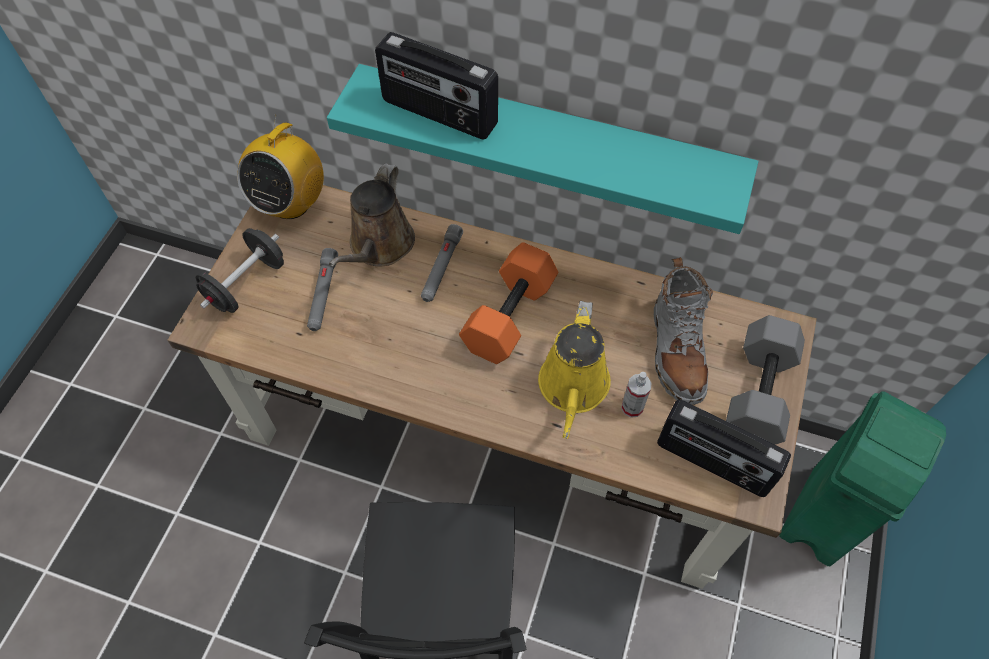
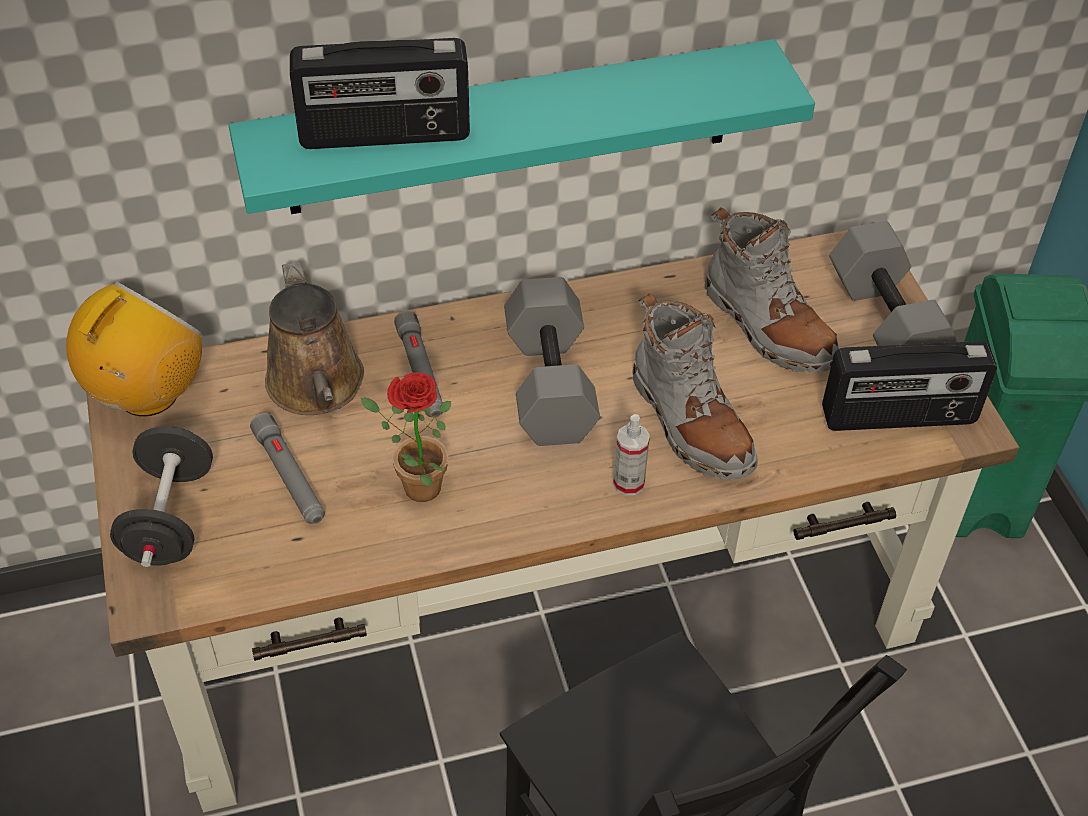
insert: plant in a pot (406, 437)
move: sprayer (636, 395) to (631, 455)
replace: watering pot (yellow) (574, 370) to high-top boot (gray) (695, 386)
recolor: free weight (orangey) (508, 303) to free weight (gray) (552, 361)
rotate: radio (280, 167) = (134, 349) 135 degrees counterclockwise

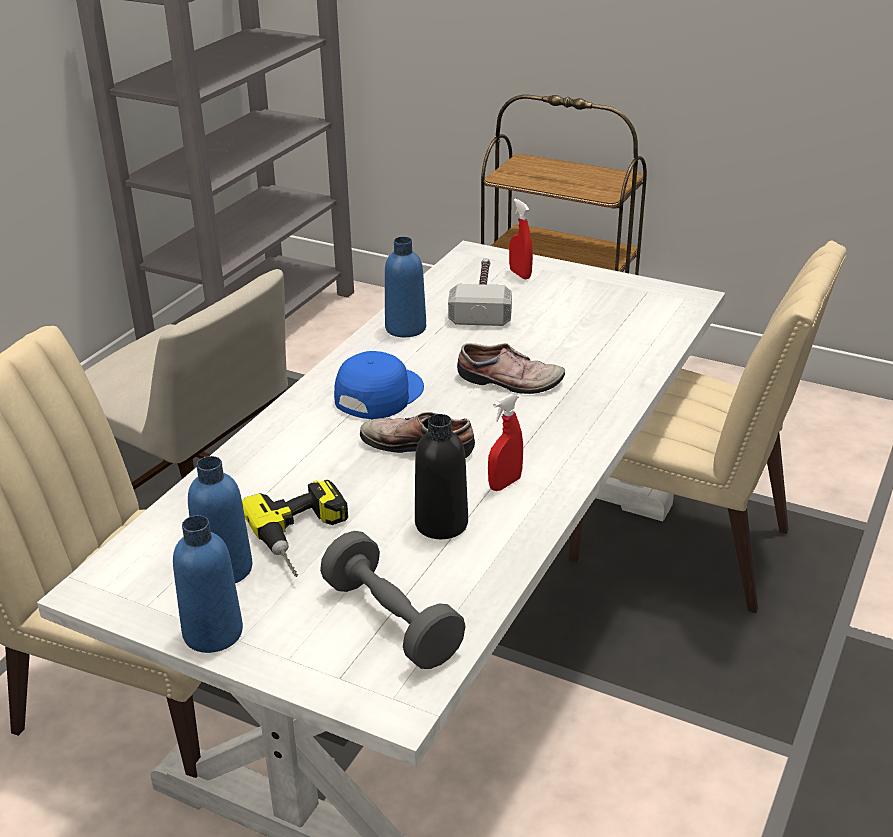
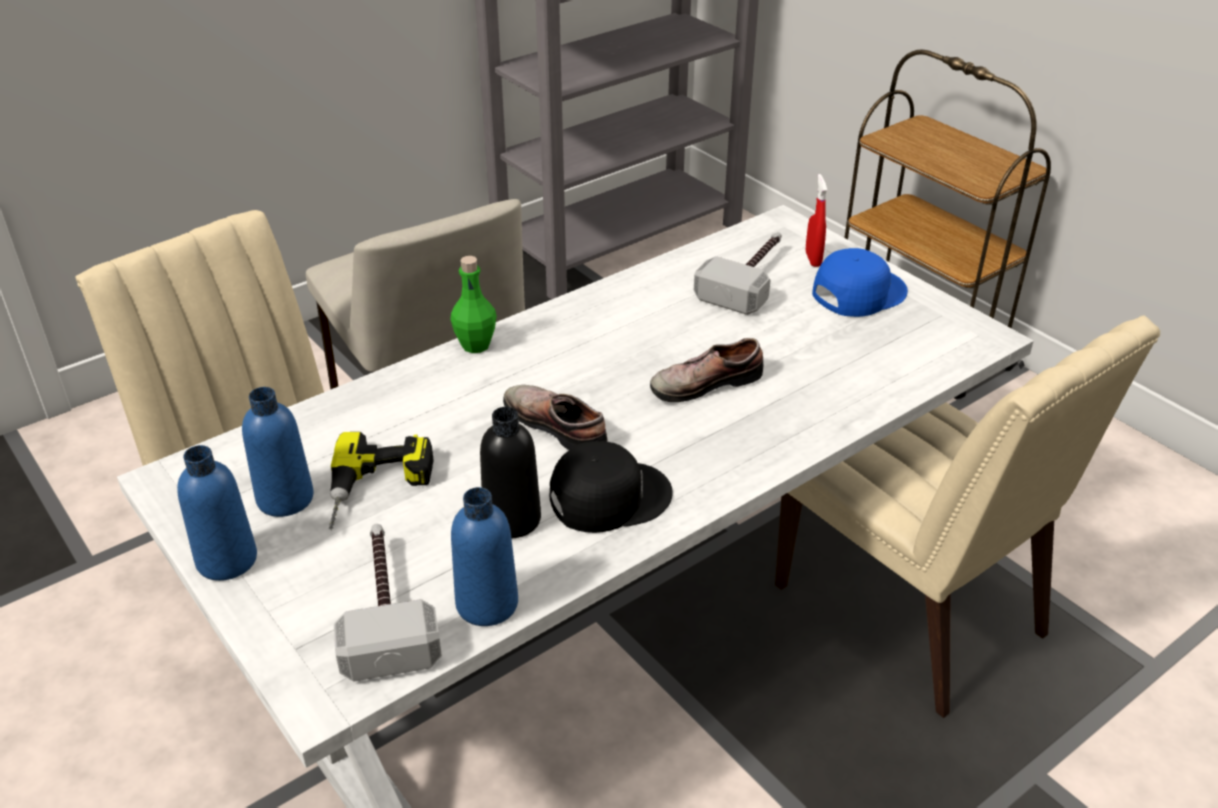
insert: bottle (green) (473, 304)
move: peaked cap (blue) (379, 385) to (860, 282); bottle (blue) (405, 287) to (484, 556)
replace: free weight (gray) (393, 600) to hand hammer (388, 603); sprayer (red) (505, 442) to peaked cap (black) (611, 487)
rotate: shoe (511, 368) = (707, 370) 120 degrees clockwise

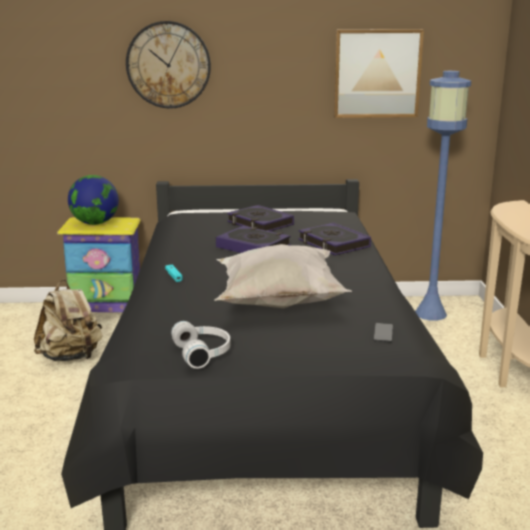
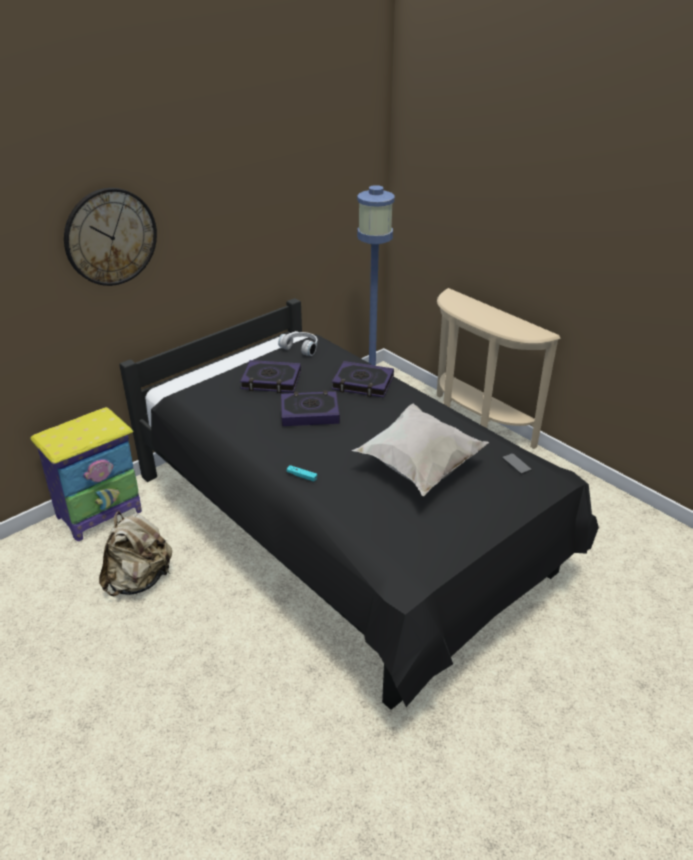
delete: desk globe (93, 200); wall art (379, 73)
move: headphones (white) (200, 345) to (298, 344)

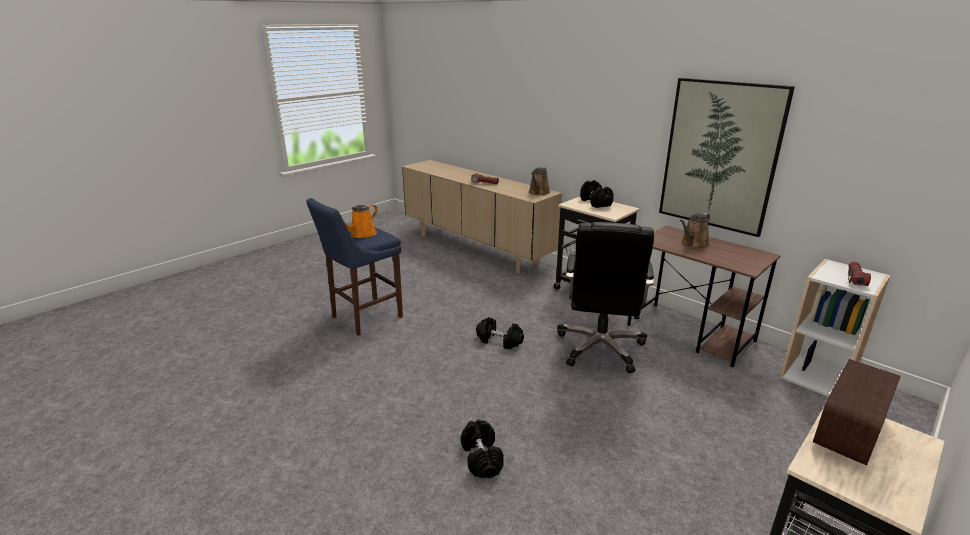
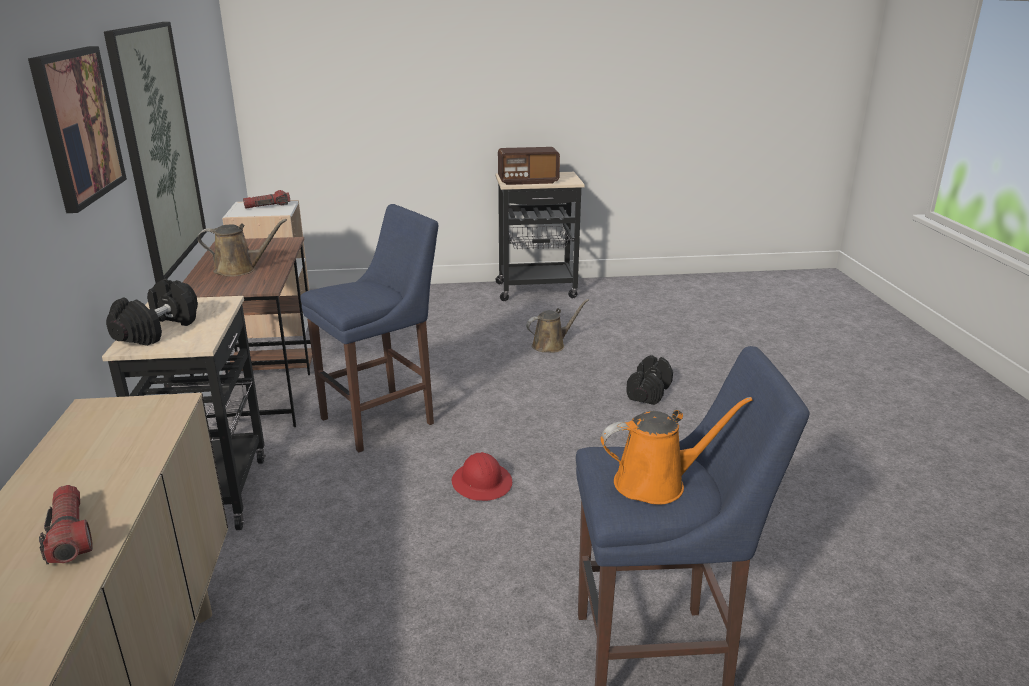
insert: wall art (77, 129)
move: watering pot (brown) (539, 181) to (557, 326)
replace: free weight (black) (500, 333) to work helmet (red) (482, 476); computer chair (black) (605, 297) to sitting stool (blue) (369, 328)

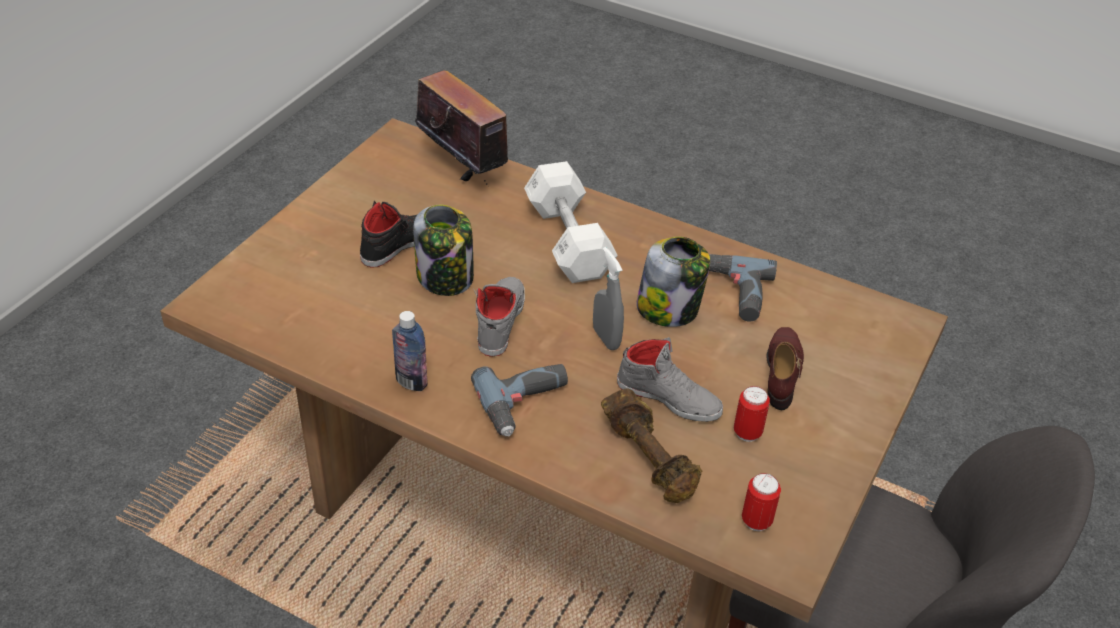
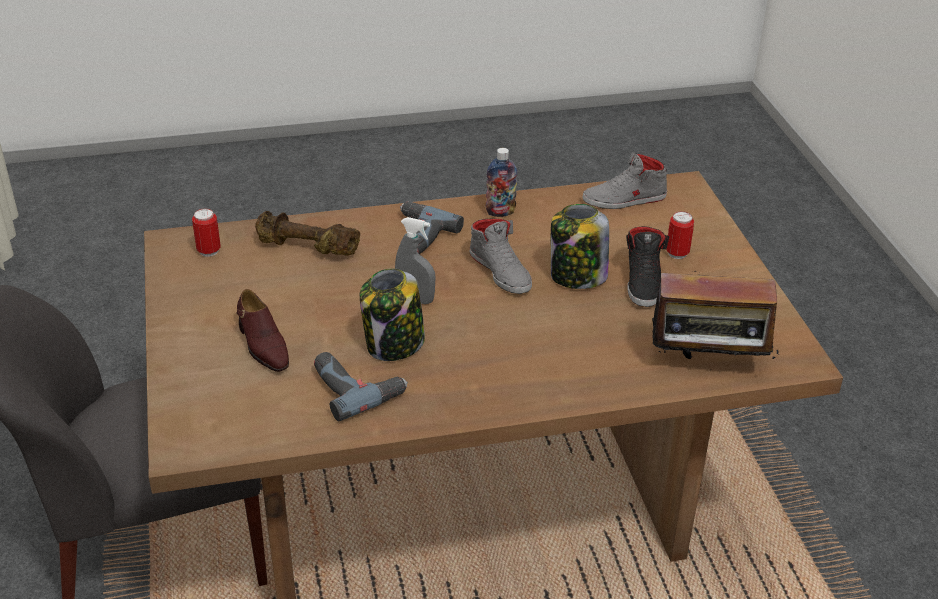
delete: free weight (white) (571, 222)
move: shoe (gray) (670, 379) to (624, 180); can (752, 414) to (680, 235)

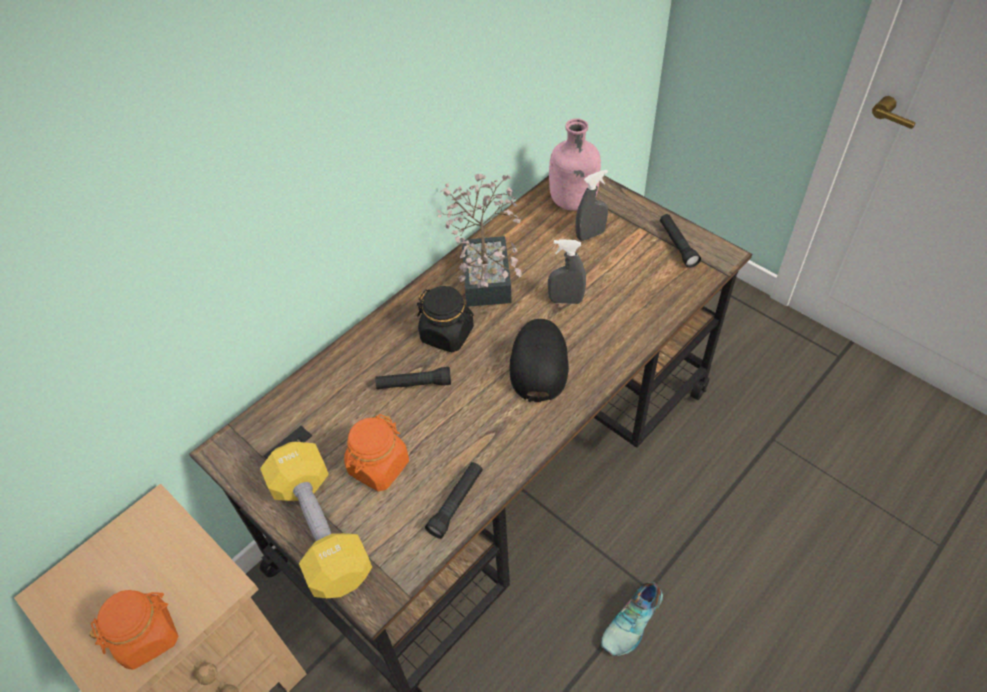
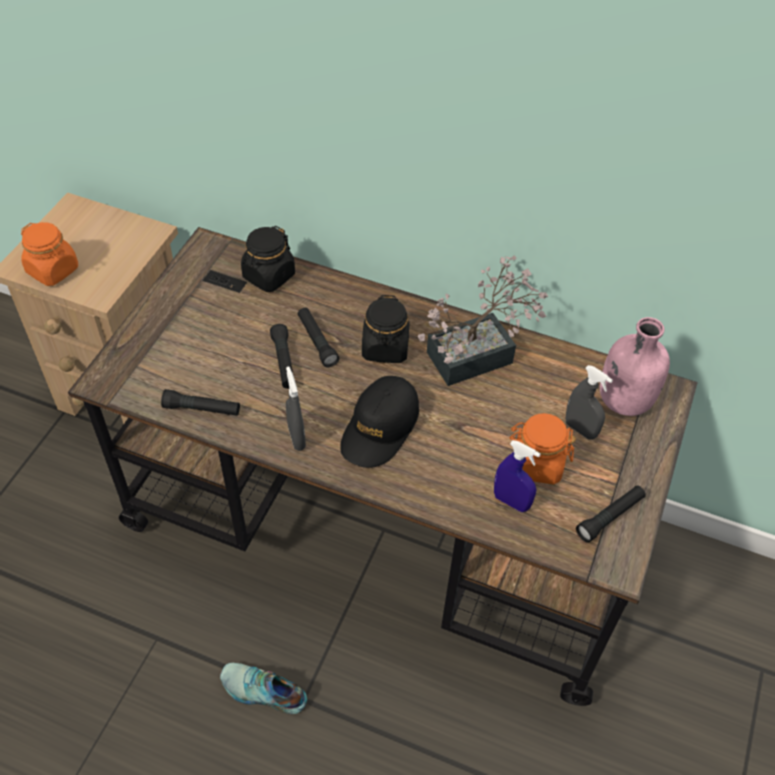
delete: free weight (yellow) (316, 520)
insert: jar (black) (268, 259); hand torch (black) (281, 356); sprayer (blue) (517, 476)
move: jar (orangey) (376, 452) to (542, 449); sprayer (gray) (567, 271) to (296, 409)
rotate: peaked cap (black) (539, 360) = (379, 422) 135 degrees clockwise

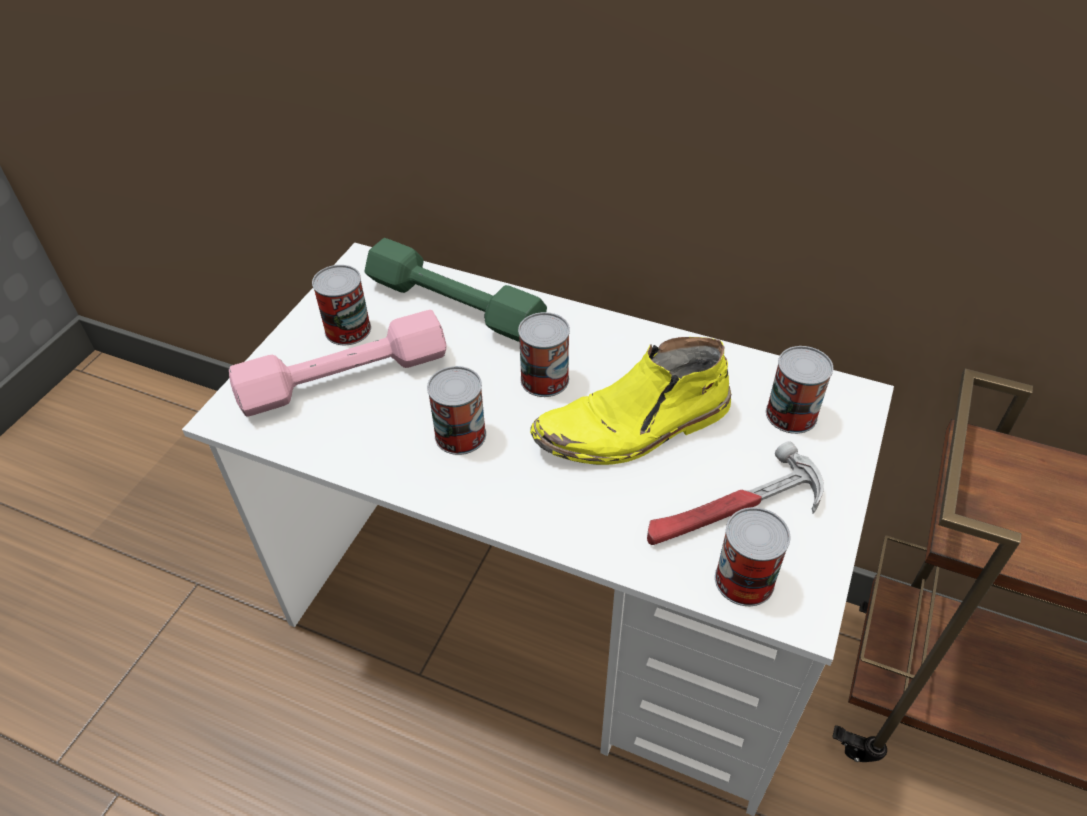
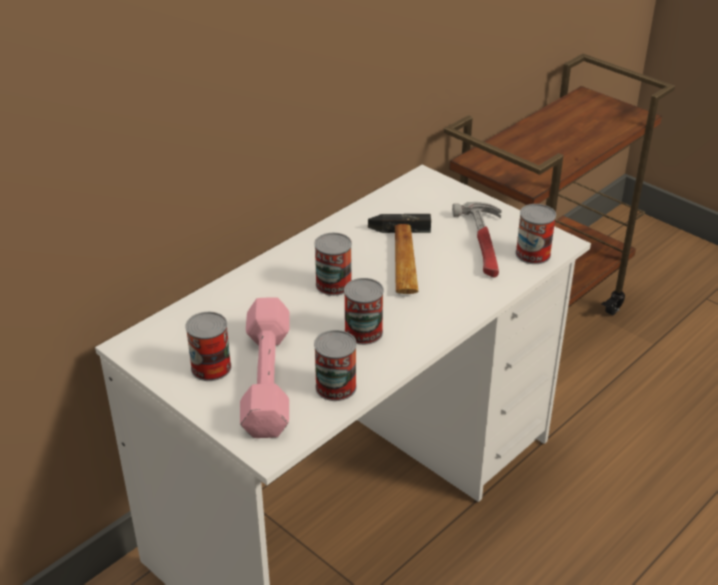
delete: free weight (green) (456, 290)
move: can (799, 390) to (335, 365)
replace: high-top boot (yellow) (630, 401) to hand hammer (399, 254)

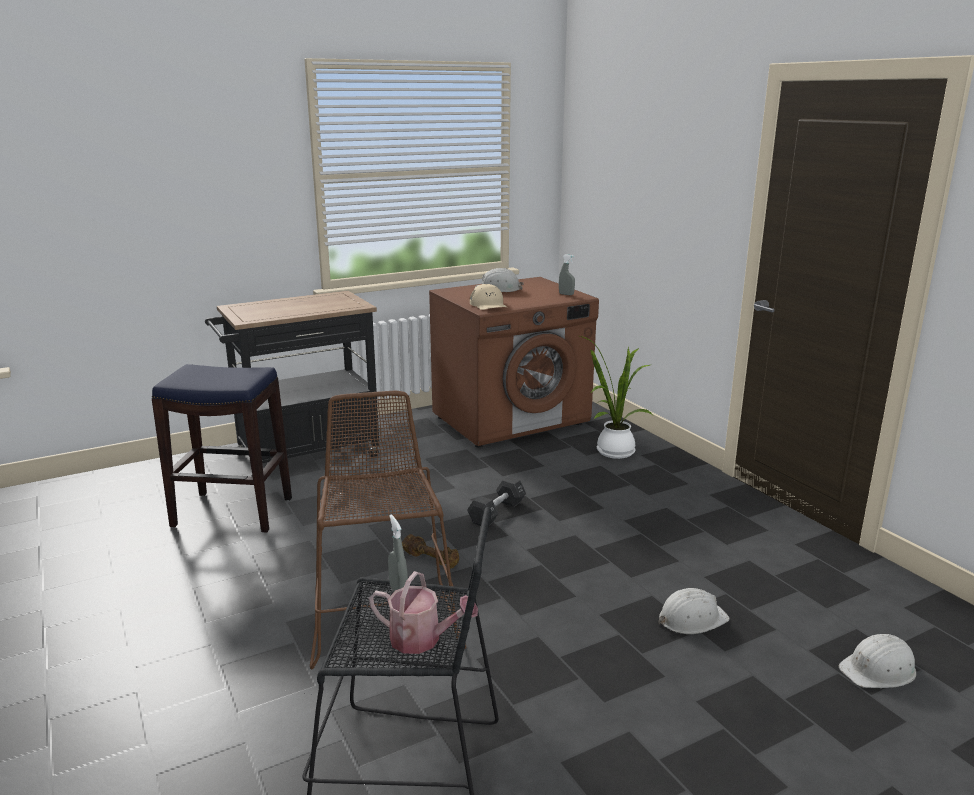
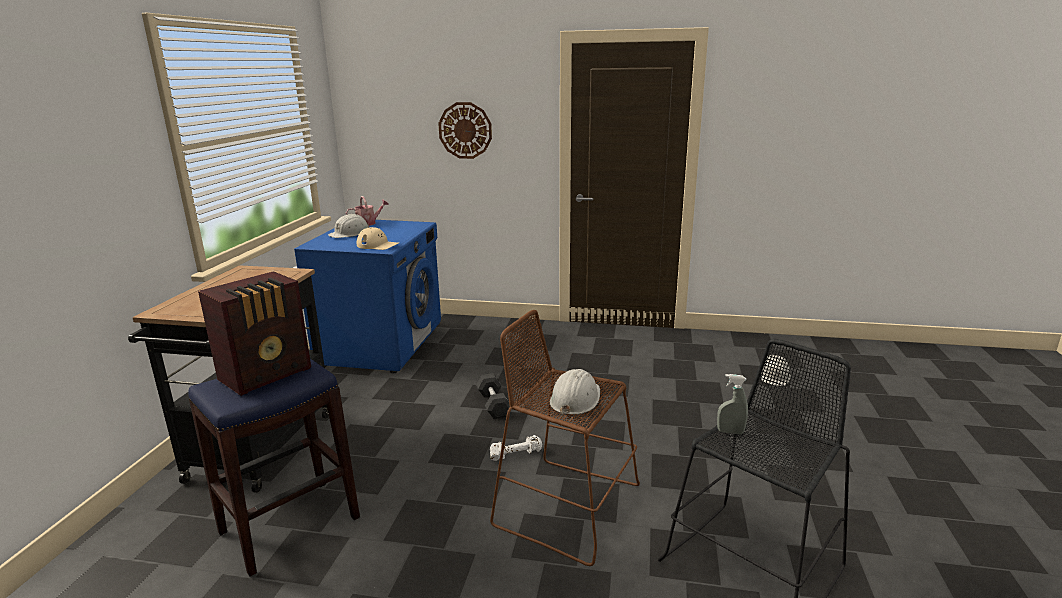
delete: sprayer (gray) (567, 274); plant in a pot (616, 397)
insert: radio (254, 333); clock on the wall (465, 130)
move: watering pot (423, 612) to (367, 211); work helmet (white) (693, 611) to (575, 392)
recolor: free weight (brown) (430, 551) to free weight (white) (516, 448); laundry machine (brown) (514, 362) to laundry machine (blue) (367, 297)

